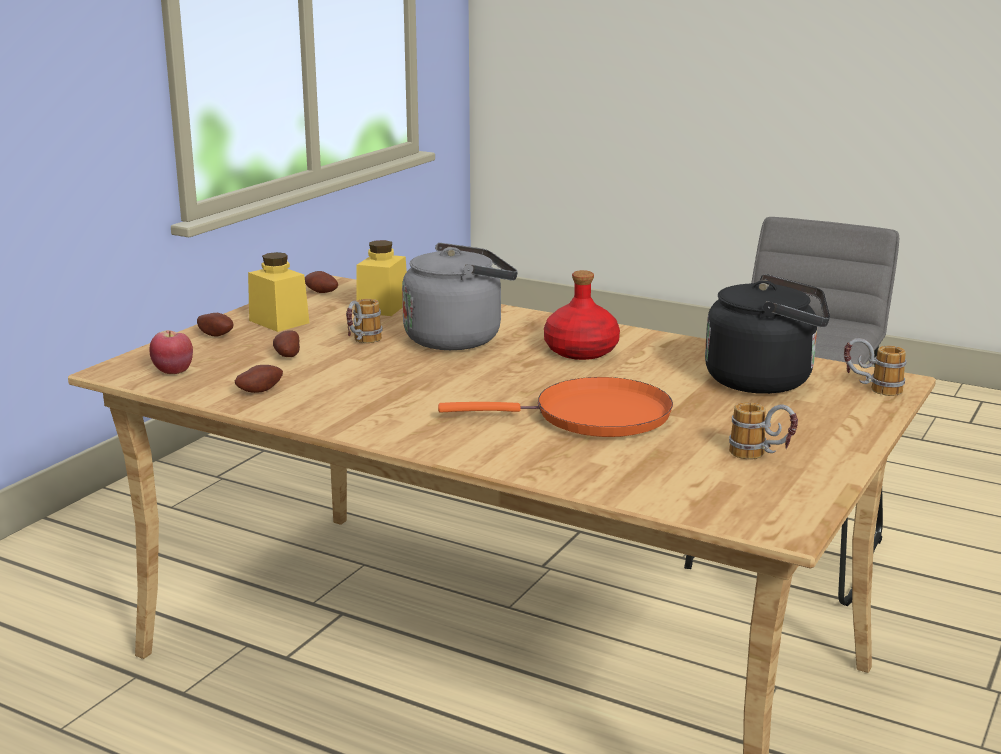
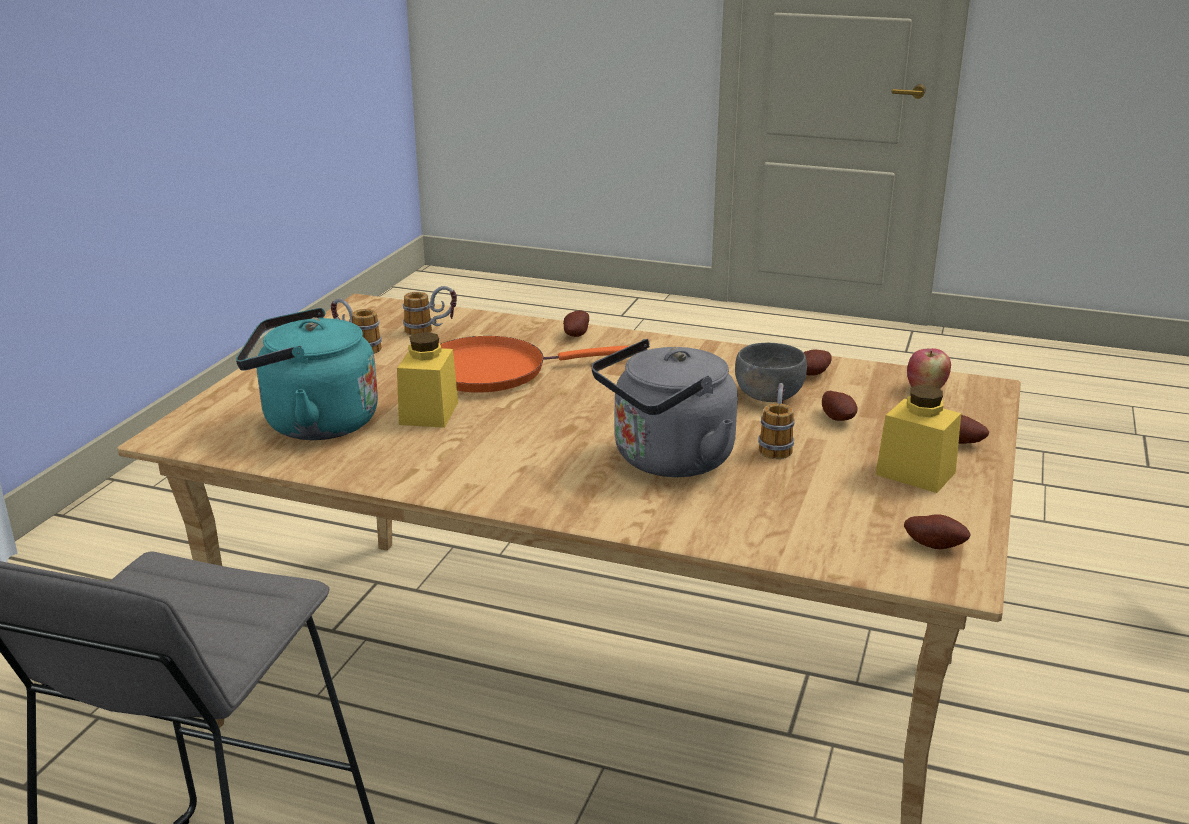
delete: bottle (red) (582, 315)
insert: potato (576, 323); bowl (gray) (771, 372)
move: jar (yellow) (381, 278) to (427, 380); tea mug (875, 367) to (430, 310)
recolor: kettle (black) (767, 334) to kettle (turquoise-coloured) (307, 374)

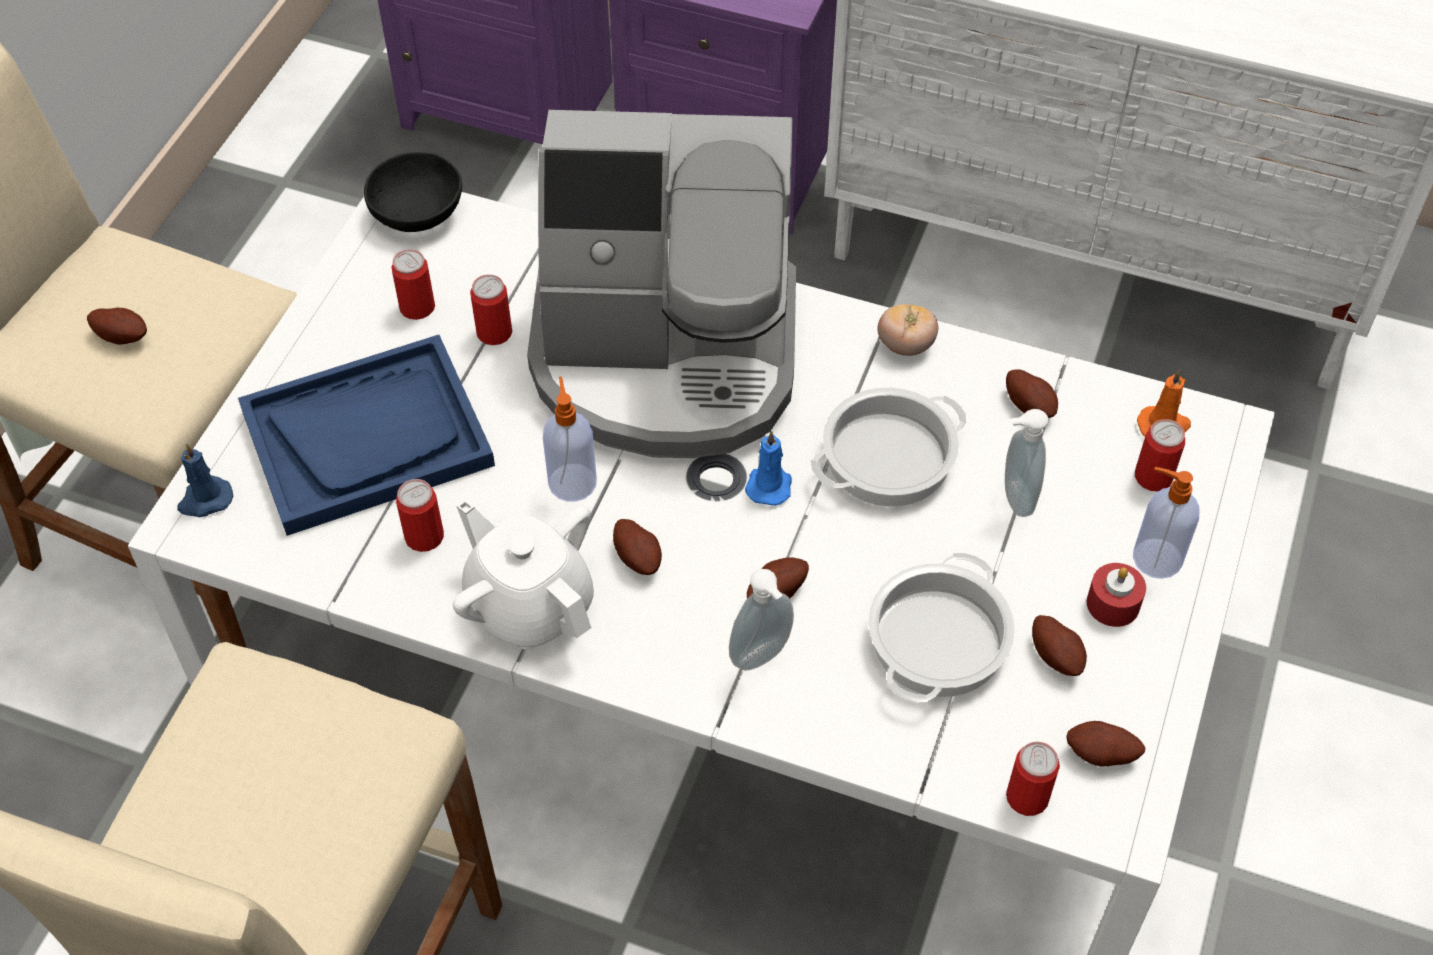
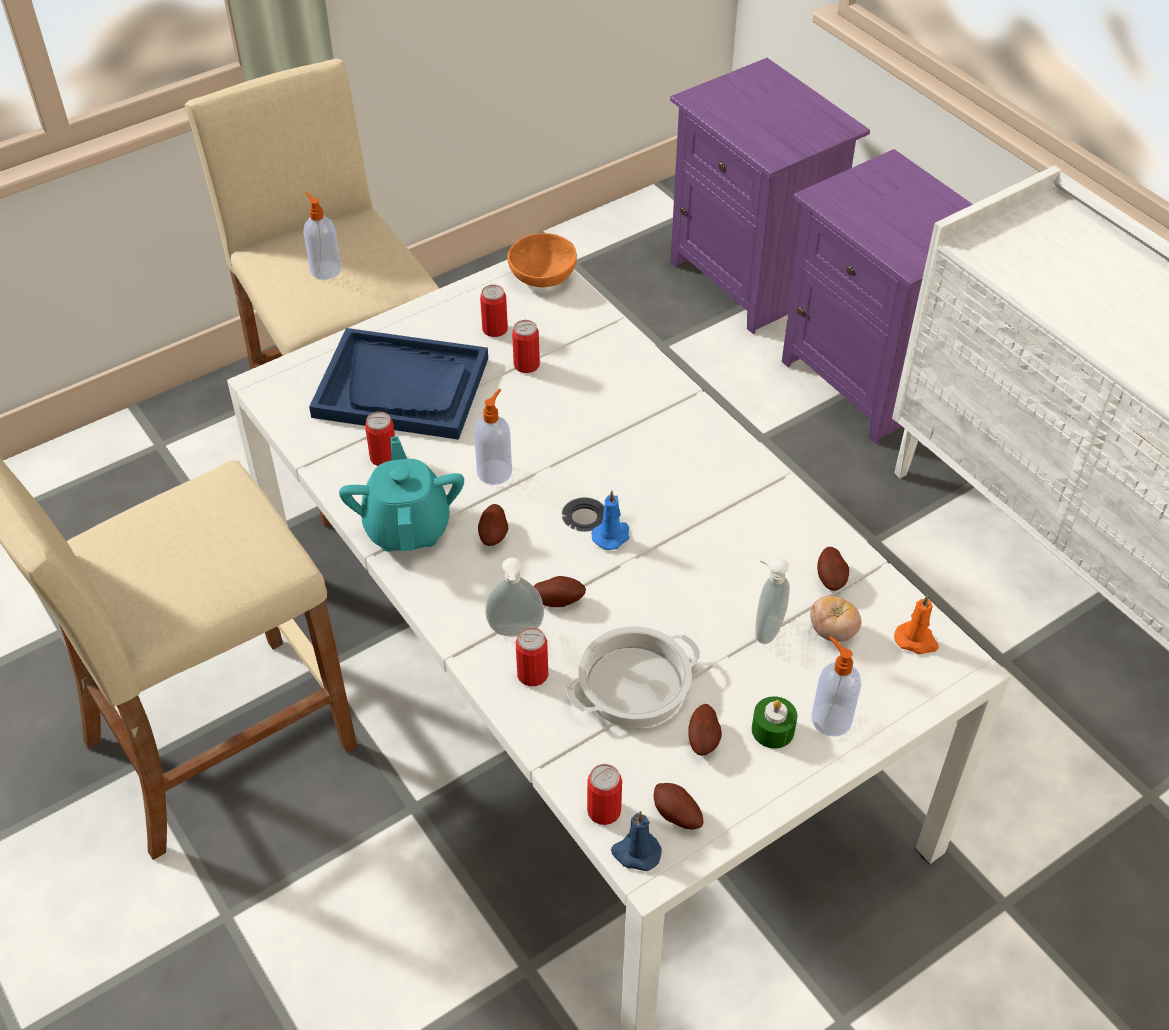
delete: coffee maker (661, 284); stockpot (888, 447)
move: candle (blue) (205, 480) to (636, 841); fresh tomato (907, 330) to (835, 619); can (1160, 455) to (532, 656)
replace: potato (117, 326) to soap bottle (322, 236)
recolor: bowl (black) (413, 192) to bowl (orangey) (542, 260); pot for tea (white) (523, 575) to pot for tea (turquoise-coloured) (401, 494); candle (red) (1116, 595) to candle (green) (774, 722)

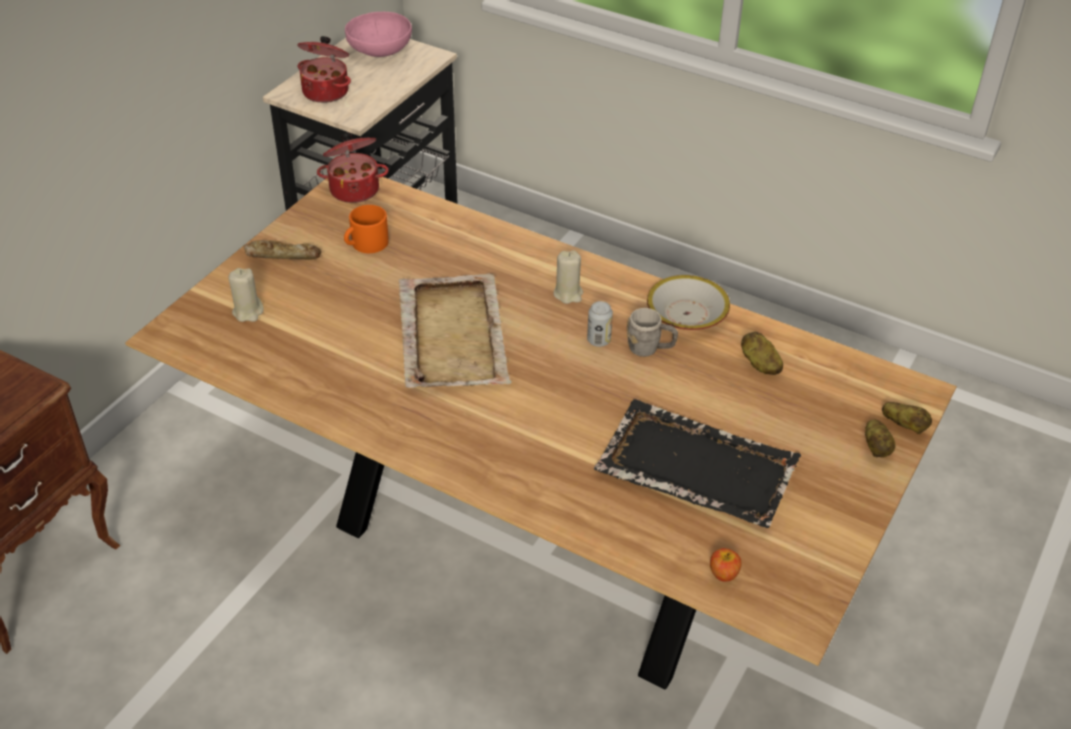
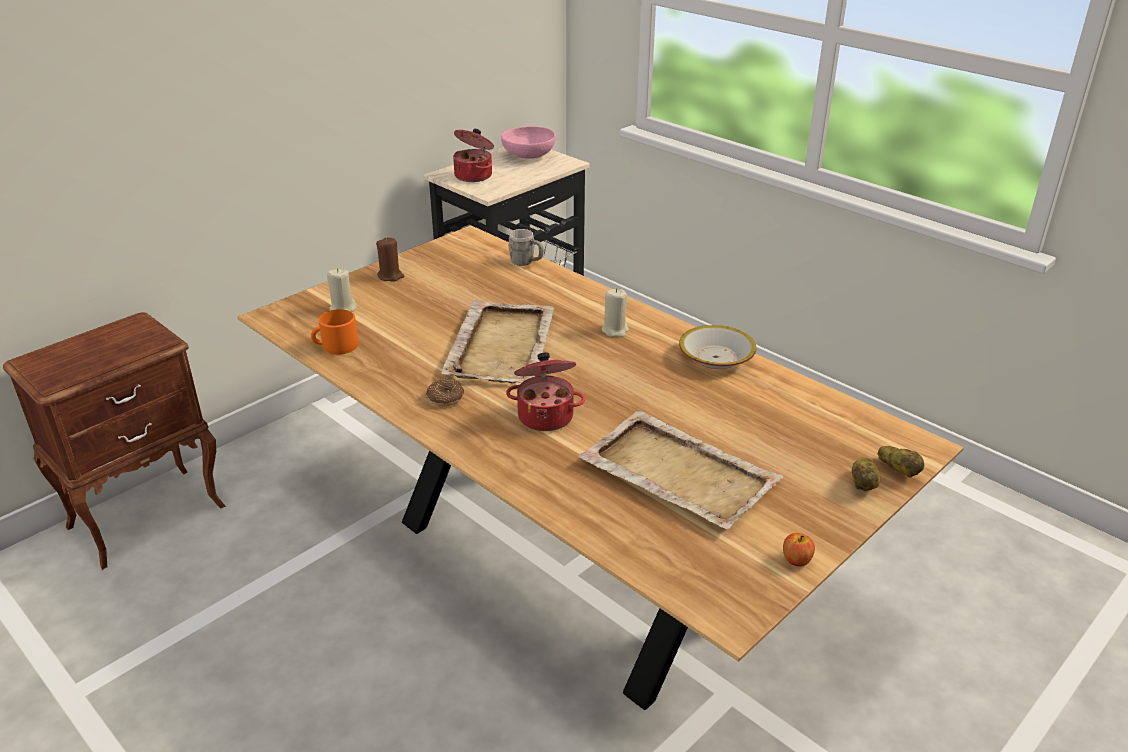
delete: can (600, 324); potato (762, 353)
insert: ring doughnut (445, 392)
move: stockpot (353, 168) to (545, 392); tea mug (orangey) (366, 229) to (334, 332); tea mug (gray) (652, 332) to (525, 247); whole apple (726, 565) to (799, 549)
replace: bakery bread (283, 250) to candle (brown) (390, 259)
recolor: serving tray (black) (697, 463) to serving tray (beige) (680, 469)

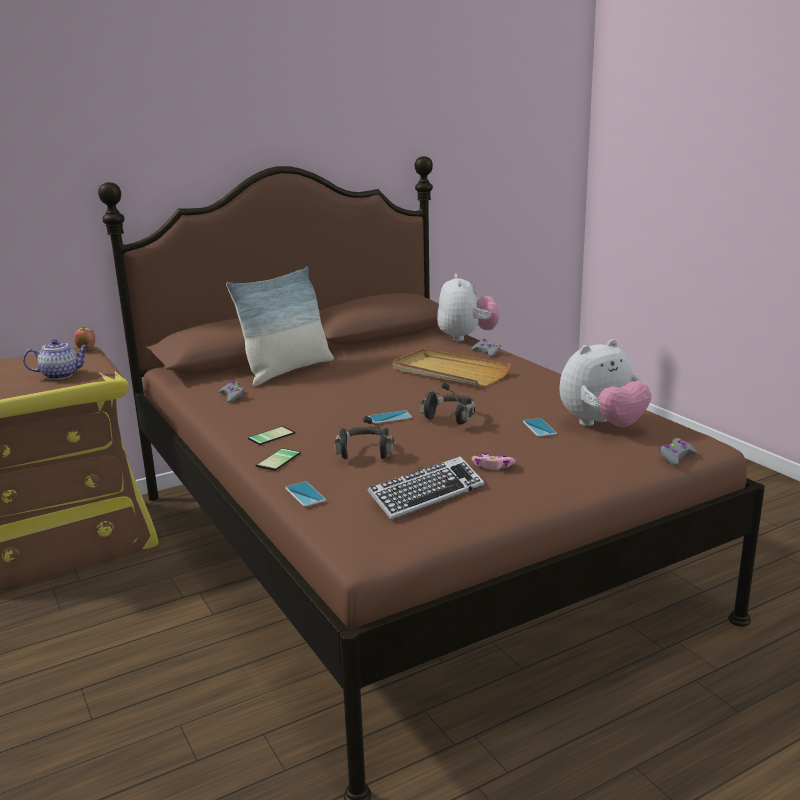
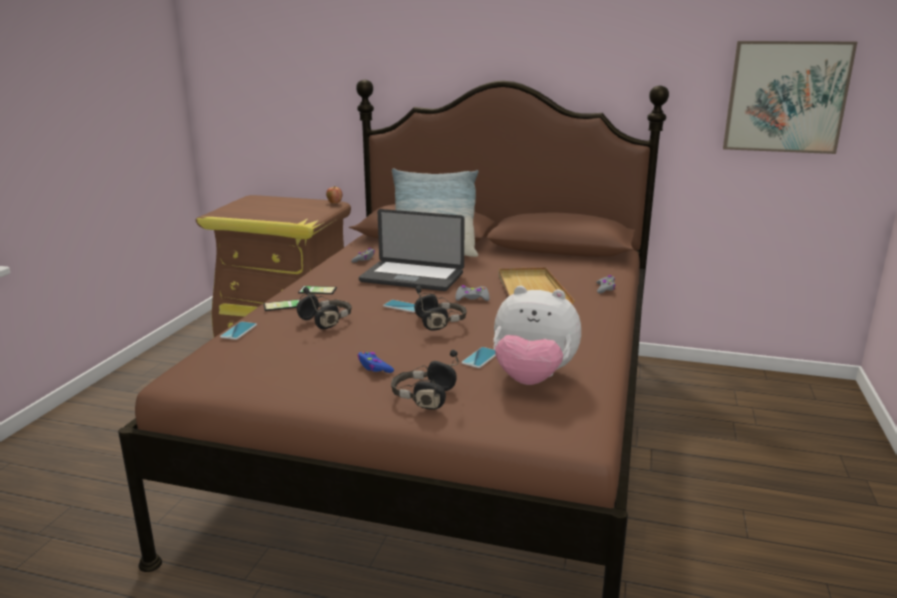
delete: pot for tea (56, 359); keyboard (425, 488); plush toy (468, 307)
insert: portable computer (412, 250); headphones (black) (425, 380); wall art (790, 97)
move: joypad (gray) (678, 452) to (472, 293)
recolor: joypad (pink) (493, 461) to joypad (blue) (376, 362)

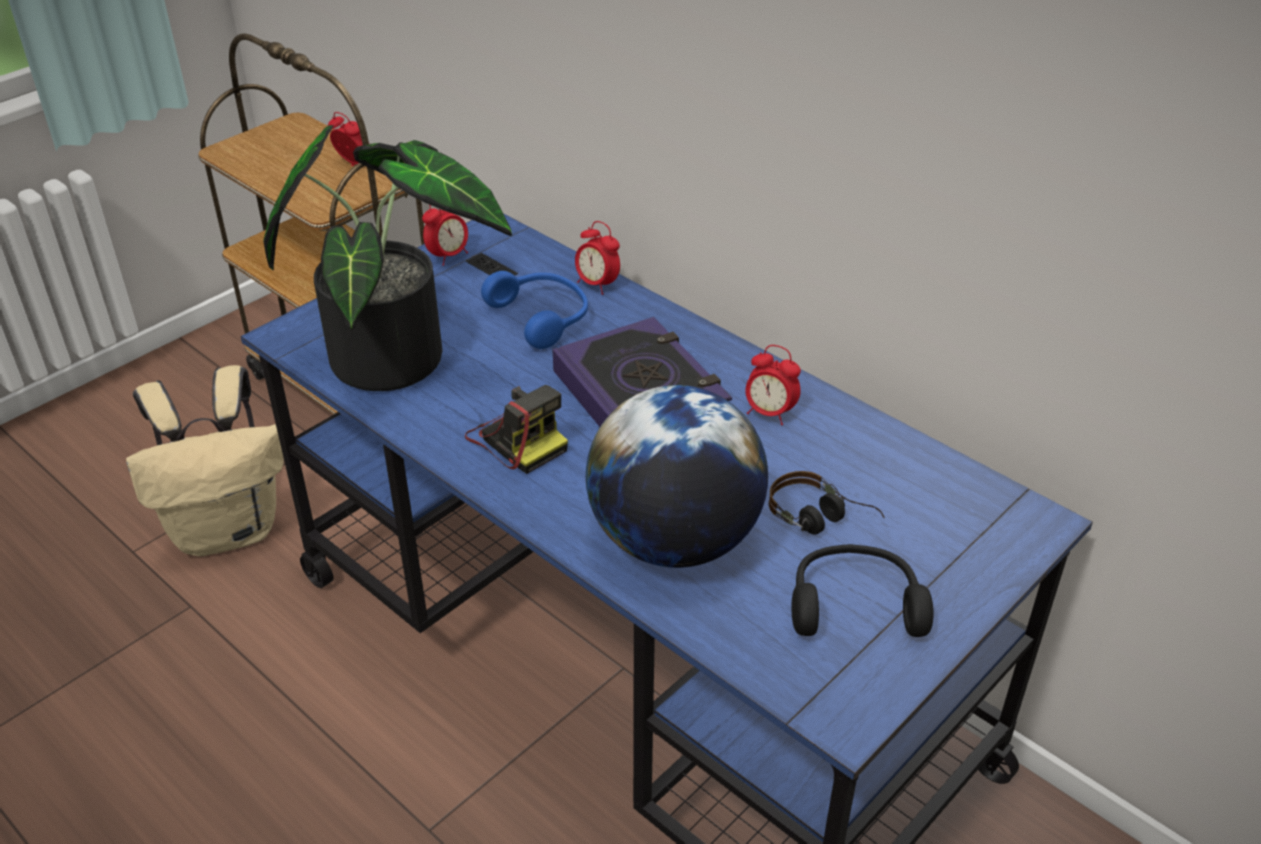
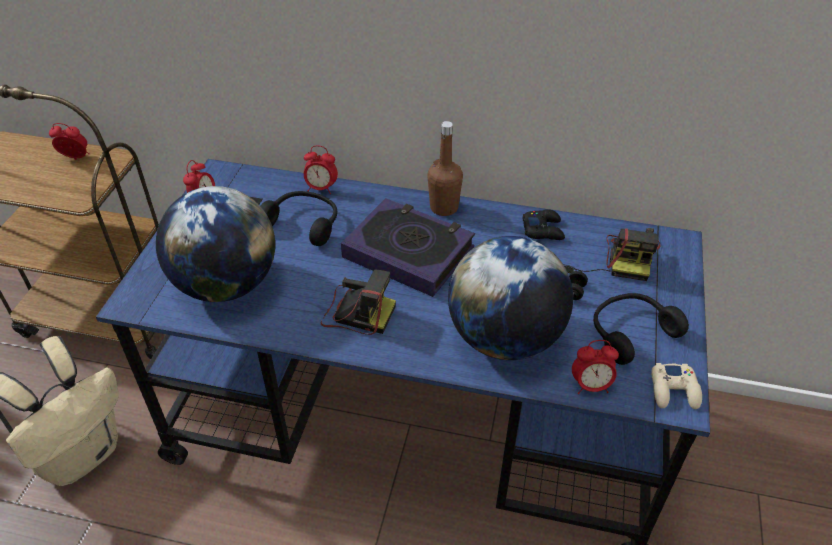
insert: bottle (brown) (445, 168); joypad (black) (543, 224); photo camera (633, 254); joypad (beige) (676, 386)
move: alarm clock (773, 385) to (595, 367)
replace: plant in a pot (387, 258) to desk globe (215, 244)
recolor: headphones (blue) (534, 310) to headphones (black) (298, 218)

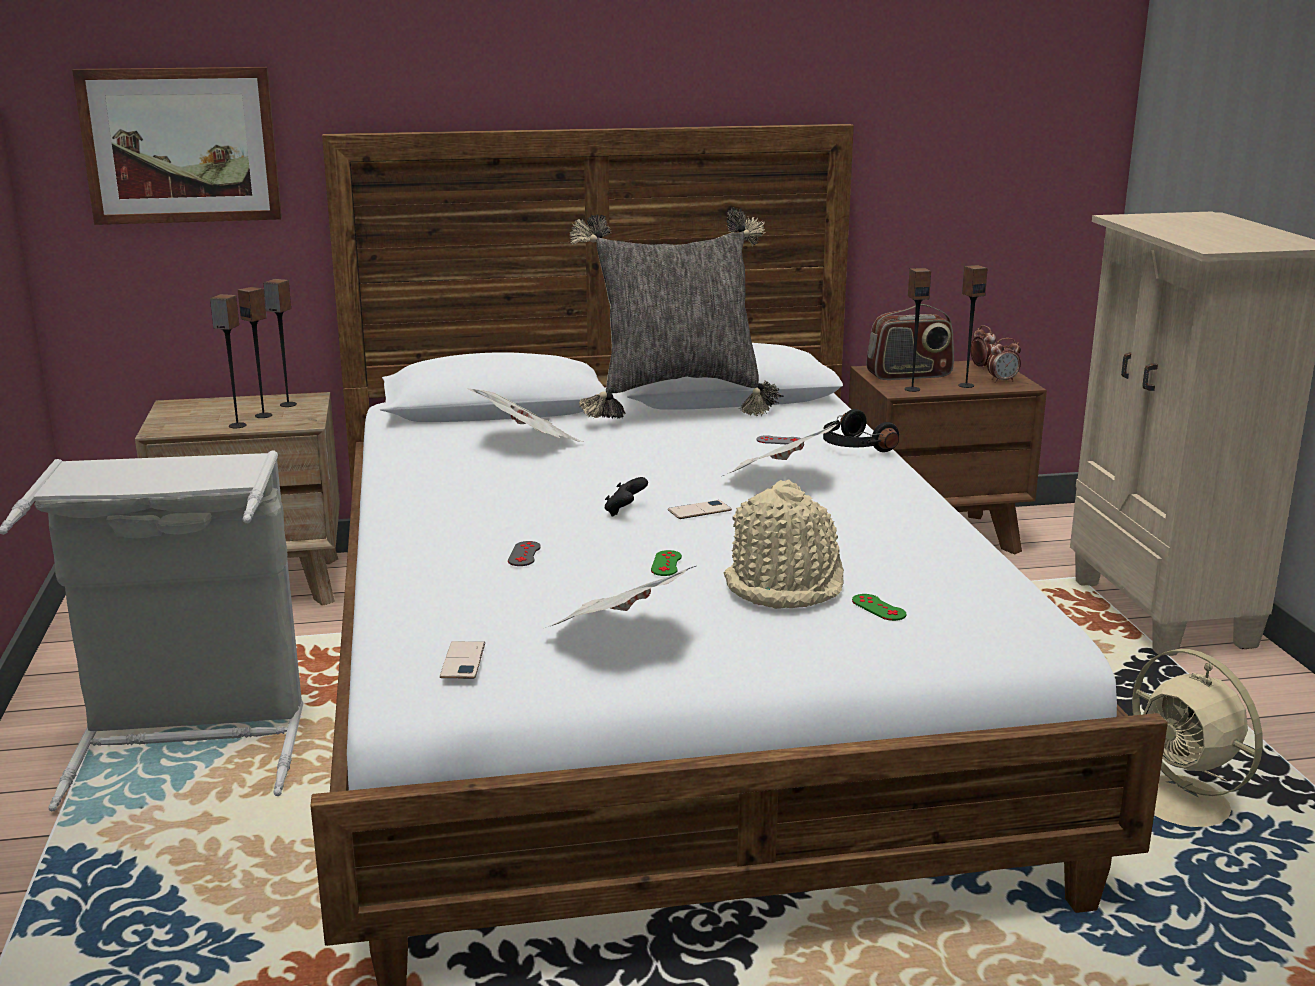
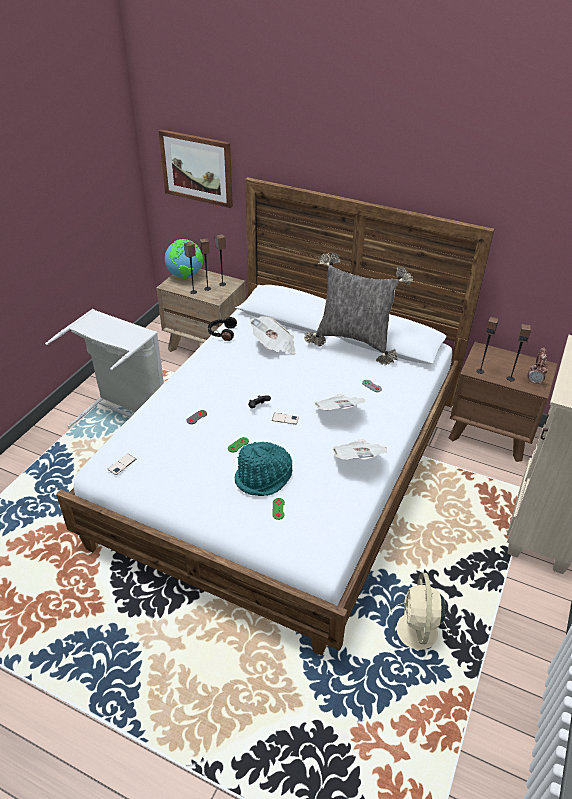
delete: radio (910, 342)
insert: desk globe (184, 259)
move: daily paper (620, 597) to (359, 449); headphones (black) (861, 430) to (222, 329)
recolor: wearable hat (beige) (784, 544) to wearable hat (turquoise-coloured) (263, 469)

